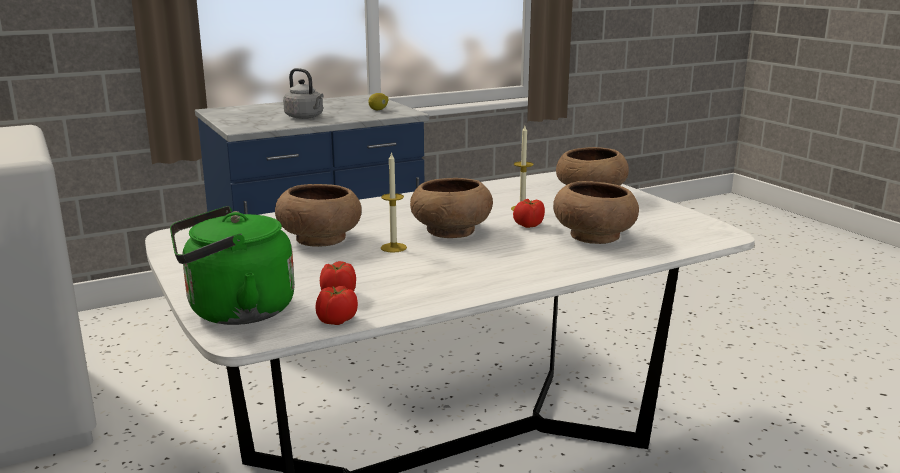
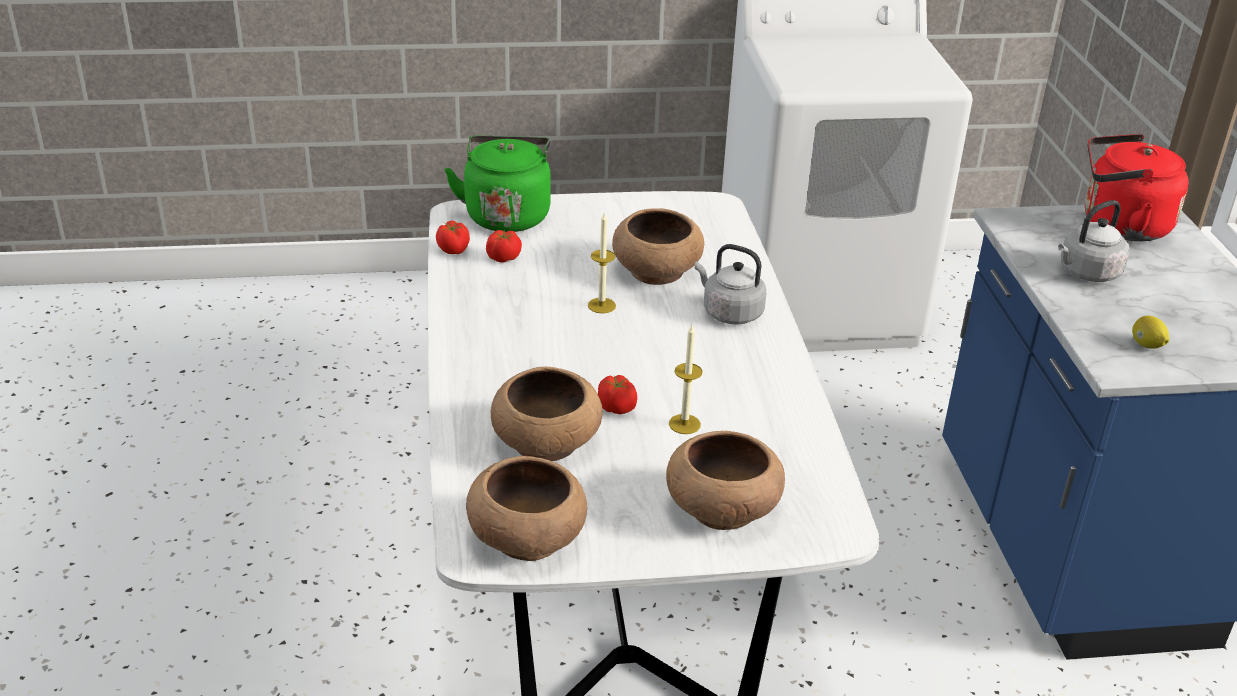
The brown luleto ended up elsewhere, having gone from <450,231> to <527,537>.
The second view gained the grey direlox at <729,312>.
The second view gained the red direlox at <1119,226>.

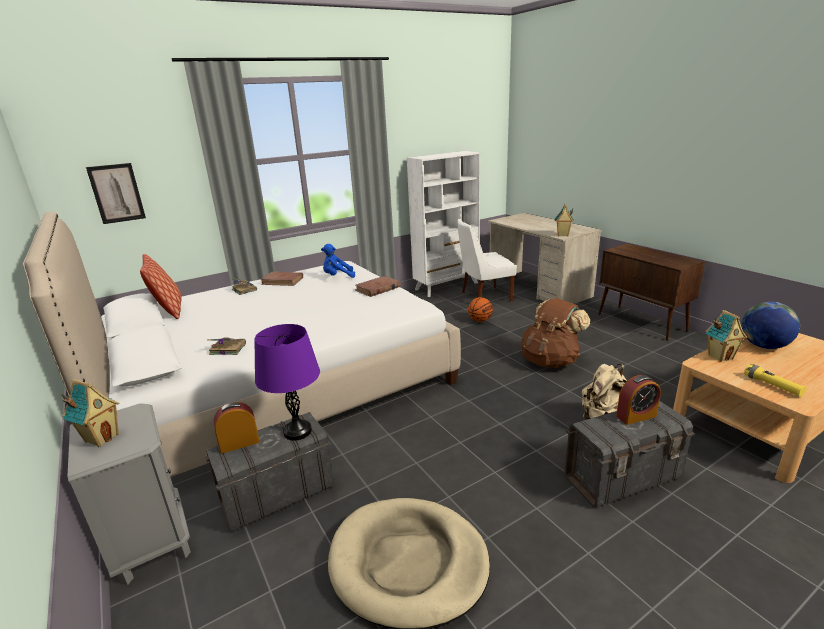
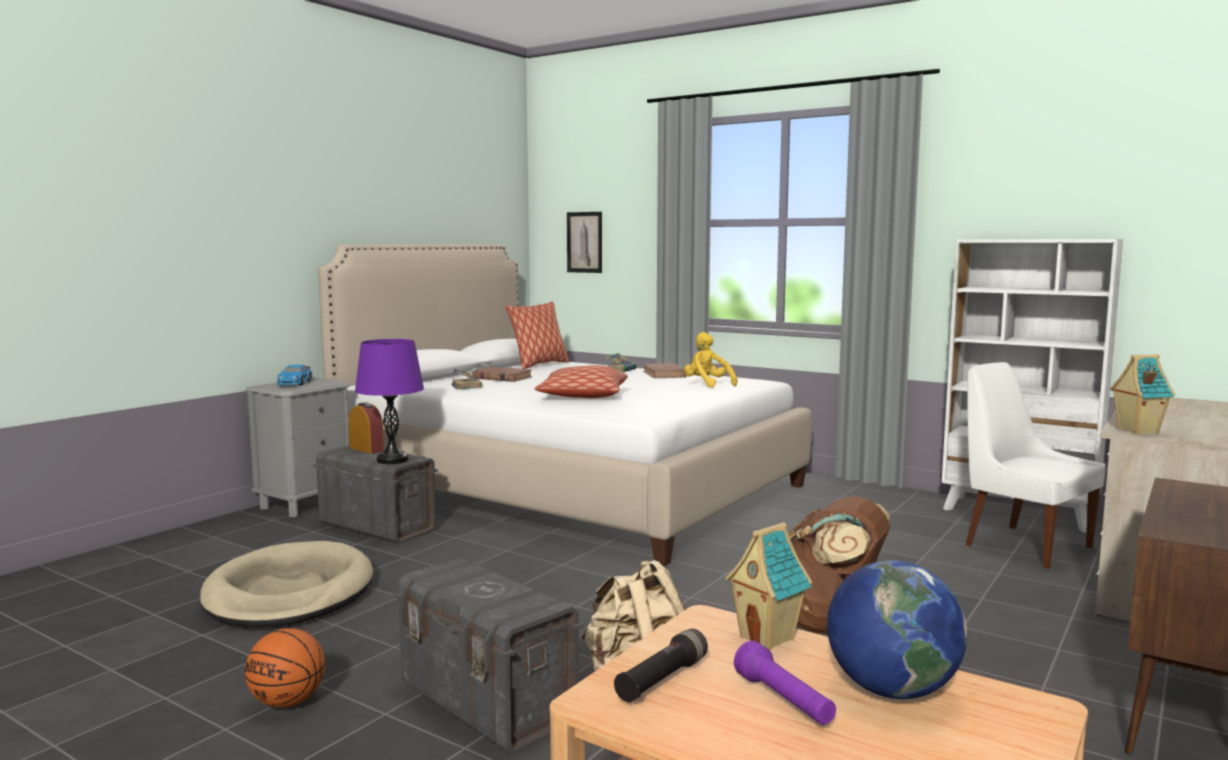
Where the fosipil stood at <102,437>, the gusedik came to stand at <294,383>.
What was the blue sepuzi at <338,277> turned into the yellow sepuzi at <707,385>.
The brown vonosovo ended up elsewhere, having gone from <378,288> to <501,378>.
The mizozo ended up elsewhere, having gone from <480,320> to <288,702>.
The second view lost the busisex at <636,416>.
What was the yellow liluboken at <772,386> turned into the black liluboken at <662,680>.
The second view gained the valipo at <582,396>.
The second view gained the purple liluboken at <784,701>.

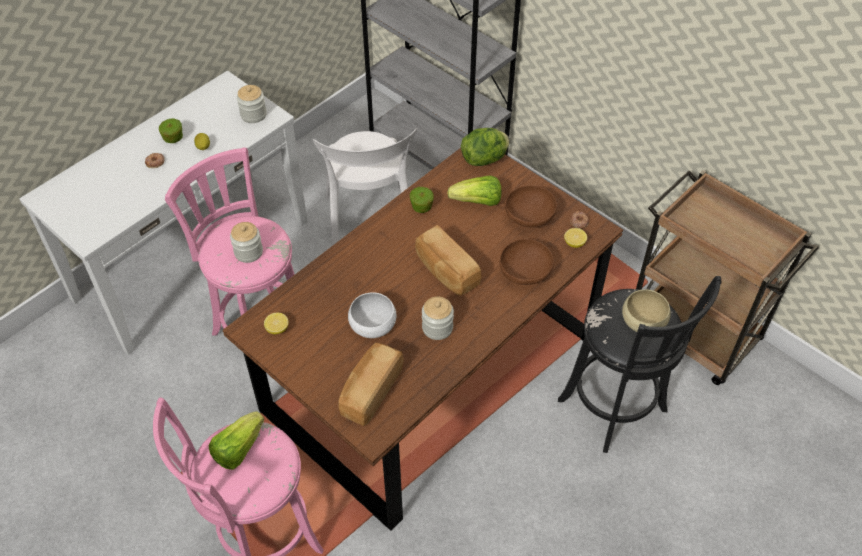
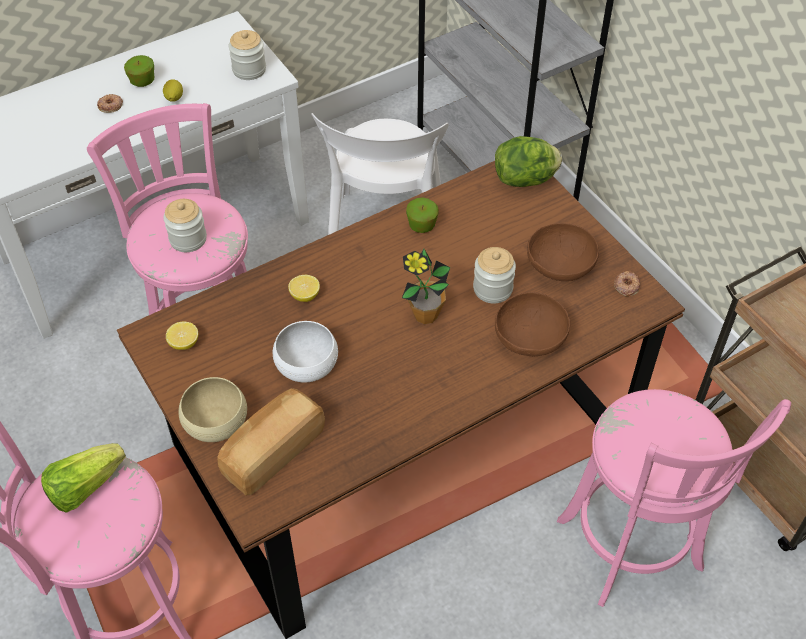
Where the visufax stood at <446,271>, the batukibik came to stand at <425,315>.
The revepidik ended up elsewhere, having gone from <437,328> to <492,289>.
The second view lost the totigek at <477,202>.
What was the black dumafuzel at <616,410> turned into the pink dumafuzel at <633,551>.
The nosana ended up elsewhere, having gone from <574,243> to <305,295>.
The beige luleto ended up elsewhere, having gone from <643,320> to <215,421>.

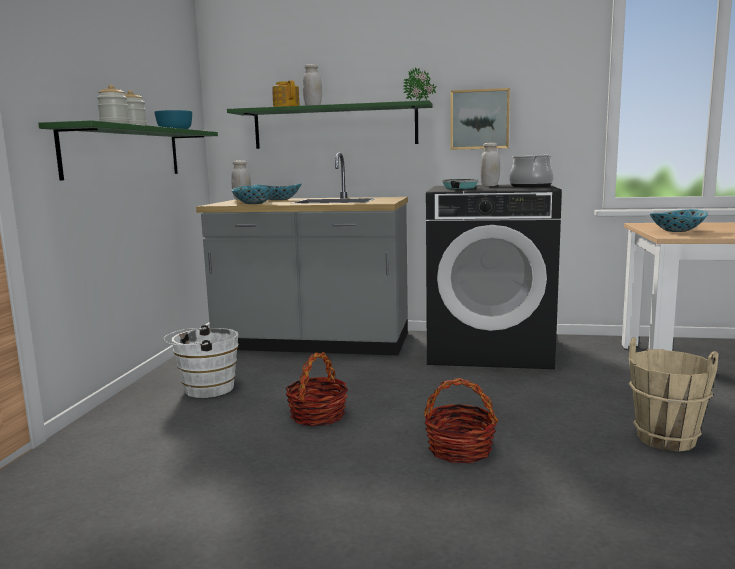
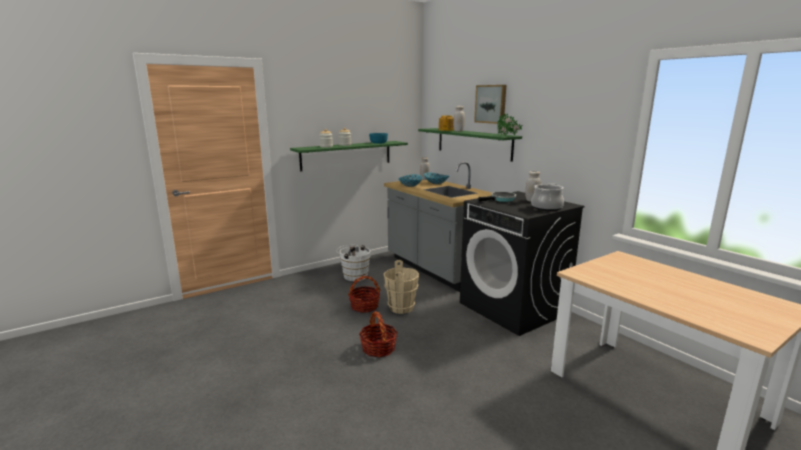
The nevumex ended up elsewhere, having gone from <479,119> to <491,104>.
The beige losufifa ended up elsewhere, having gone from <666,439> to <401,308>.
The second view lost the luleto at <676,230>.

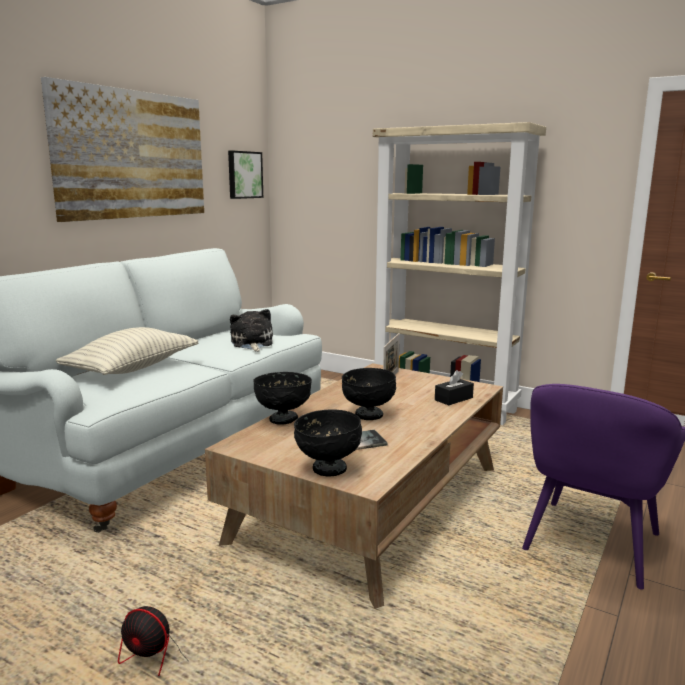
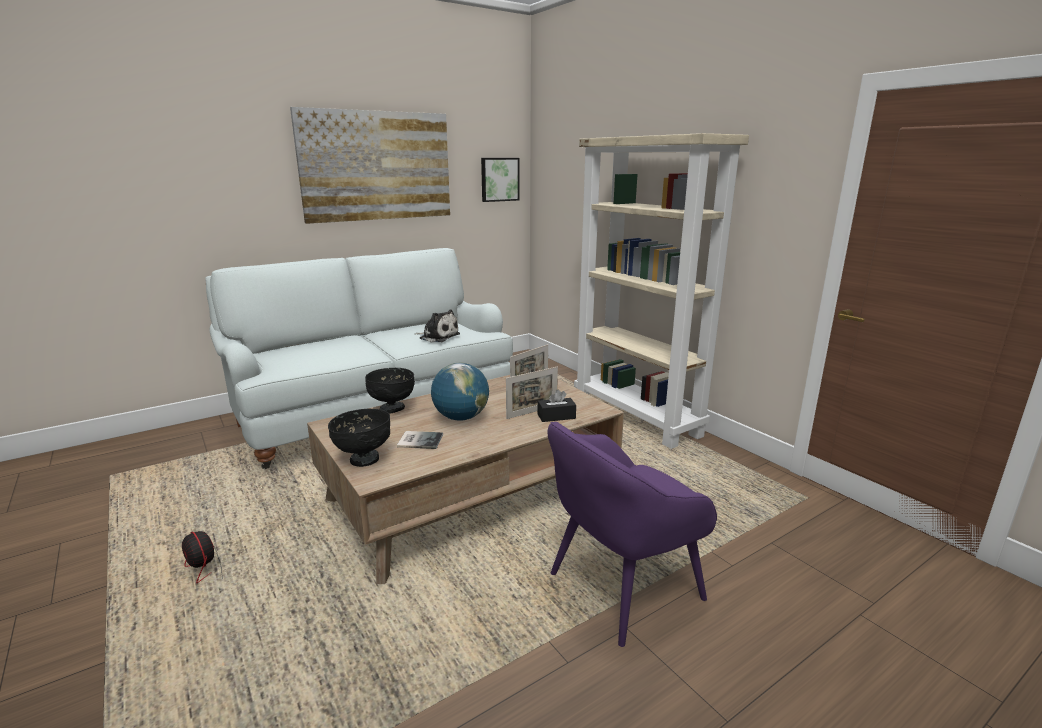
The second view lost the valipo at <132,368>.
The sepuzi at <252,343> ended up facing another way, 105 degrees clockwise from before.
Where the black luleto stood at <368,415>, the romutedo came to stand at <461,418>.
The second view gained the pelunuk at <532,412>.

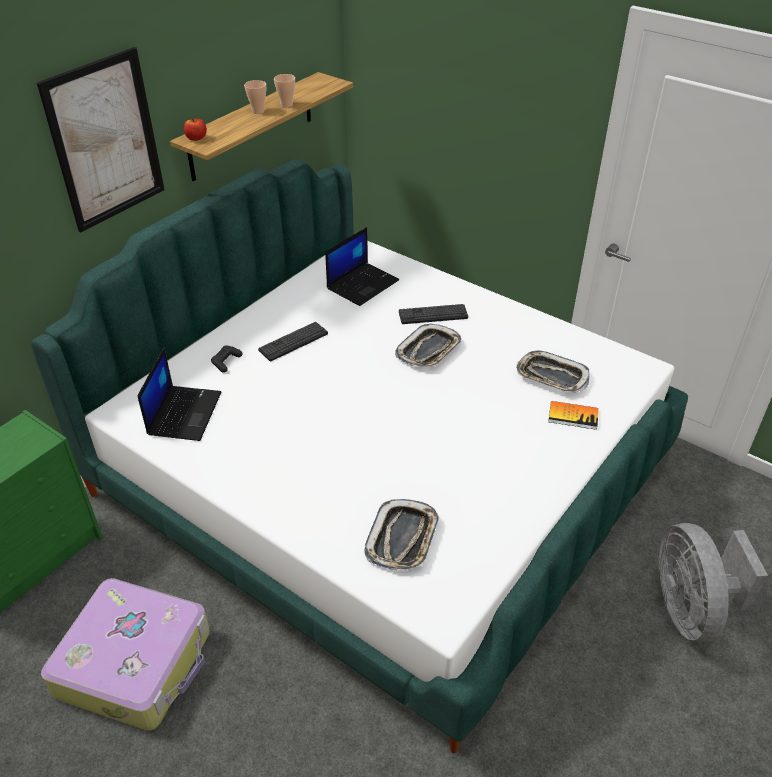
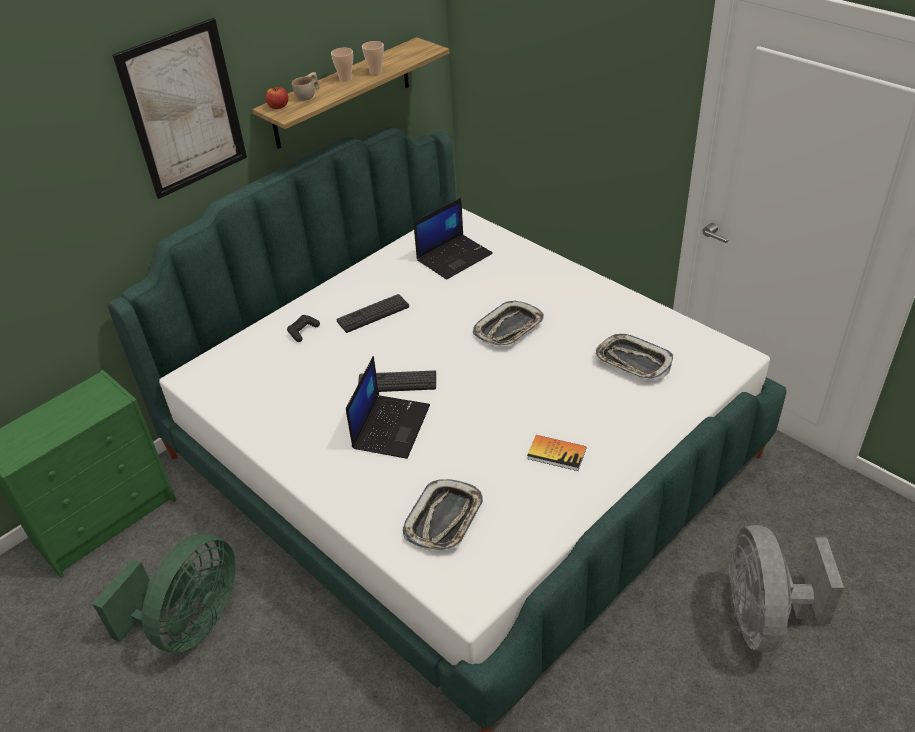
Where the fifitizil stood at <136,662>, the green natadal came to stand at <190,623>.
The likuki ended up elsewhere, having gone from <184,413> to <391,426>.
The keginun ended up elsewhere, having gone from <433,315> to <397,382>.
The vonosovo ended up elsewhere, having gone from <573,416> to <556,453>.
The second view gained the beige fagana at <309,95>.

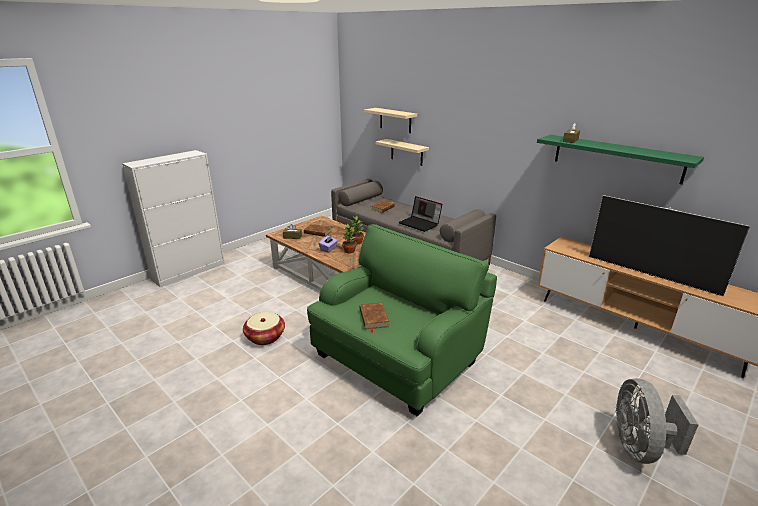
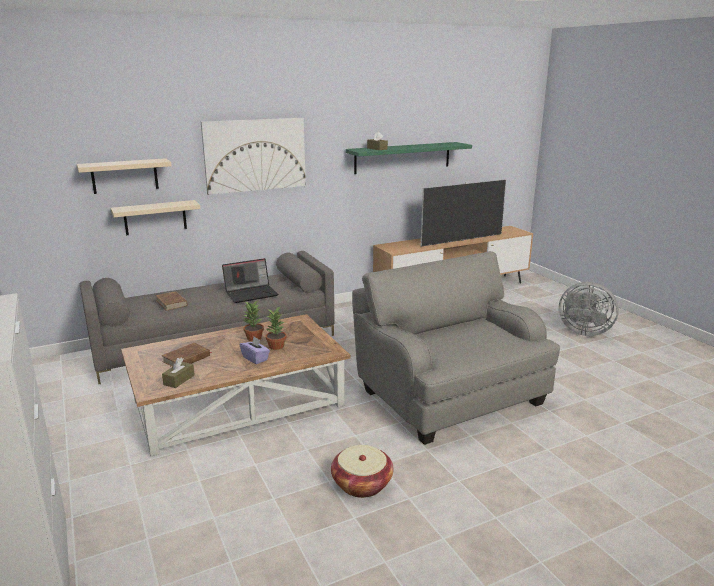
What was the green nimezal at <398,356> turned into the grey nimezal at <449,394>.
The second view lost the brown vonosovo at <373,318>.
The second view gained the nevumex at <255,155>.

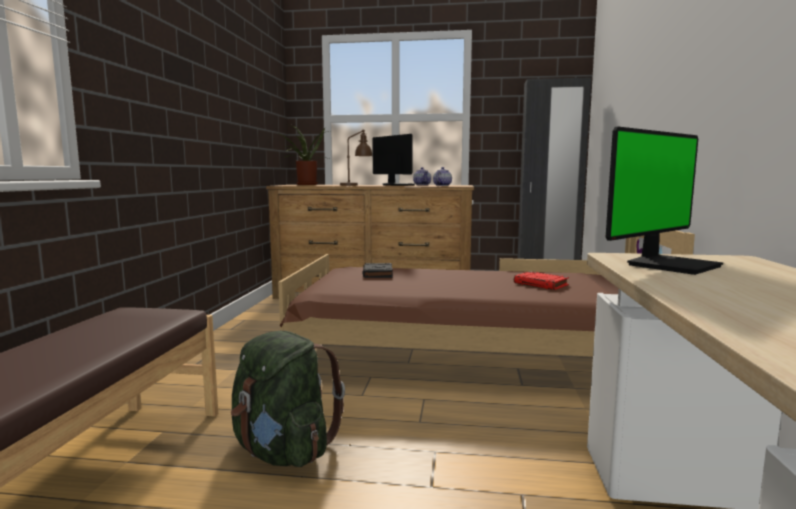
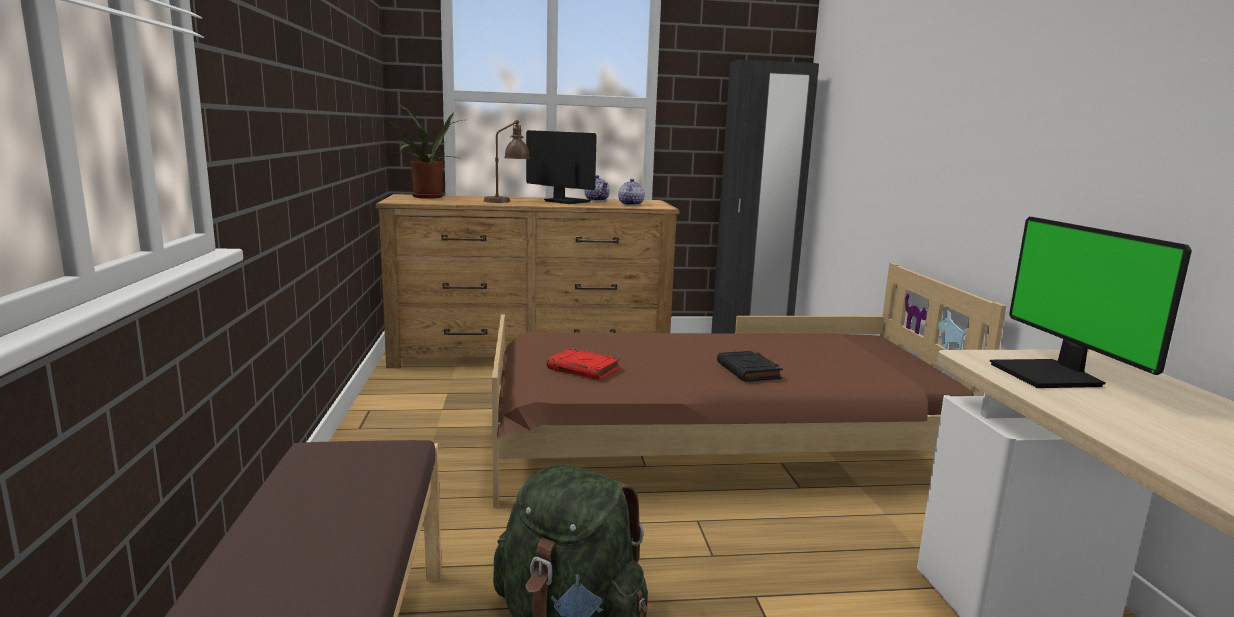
The black vonosovo ended up elsewhere, having gone from <378,274> to <749,371>.
The red vonosovo ended up elsewhere, having gone from <541,284> to <584,369>.
The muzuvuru at <670,265> ended up facing another way, 135 degrees clockwise from before.

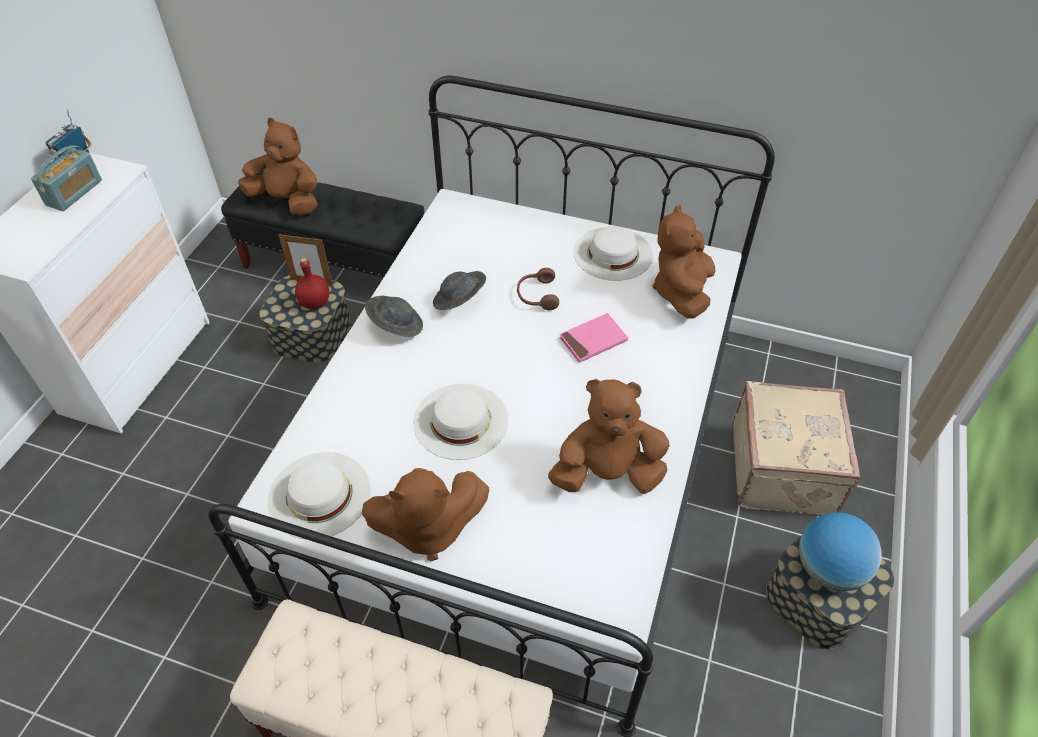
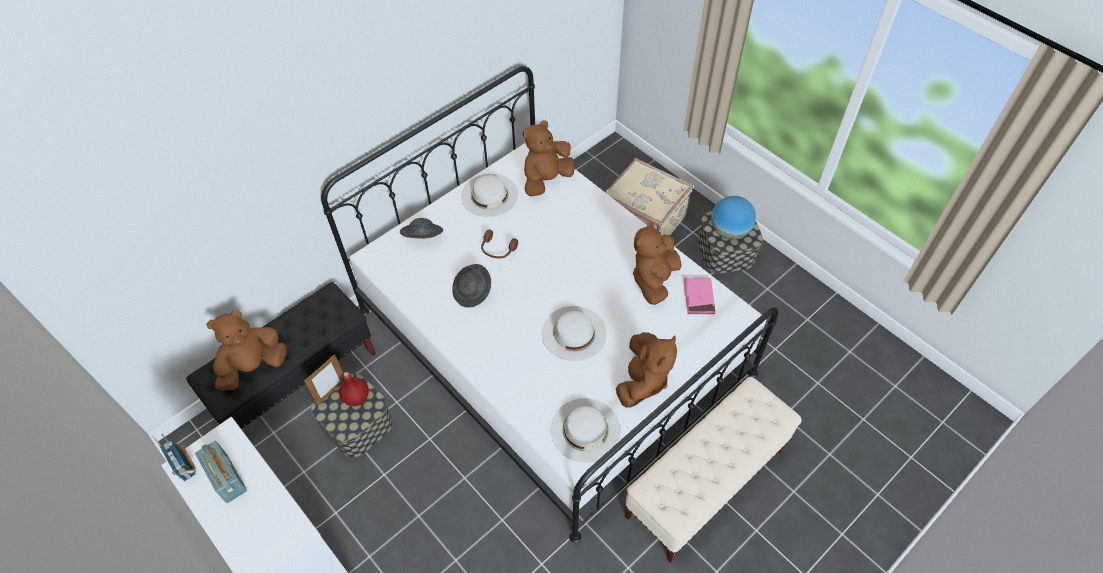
The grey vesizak ended up elsewhere, having gone from <395,326> to <422,237>.
The pink vonosovo ended up elsewhere, having gone from <593,340> to <699,297>.
The brown sepuzi at <682,292> ended up facing another way, 90 degrees clockwise from before.

